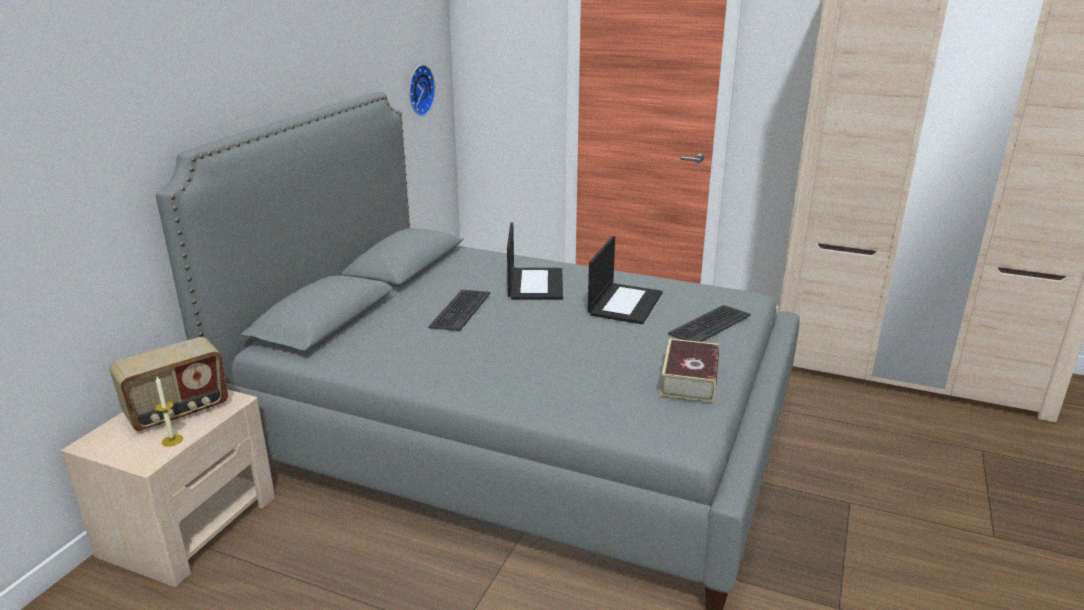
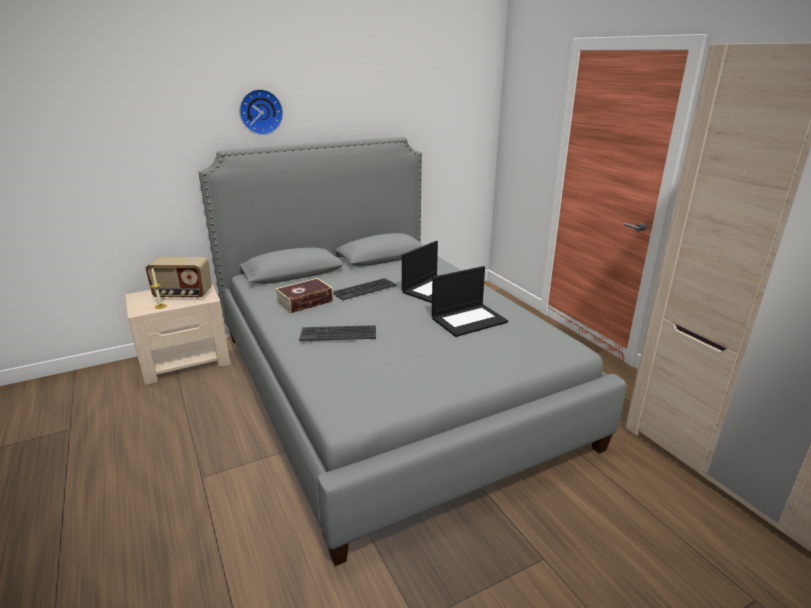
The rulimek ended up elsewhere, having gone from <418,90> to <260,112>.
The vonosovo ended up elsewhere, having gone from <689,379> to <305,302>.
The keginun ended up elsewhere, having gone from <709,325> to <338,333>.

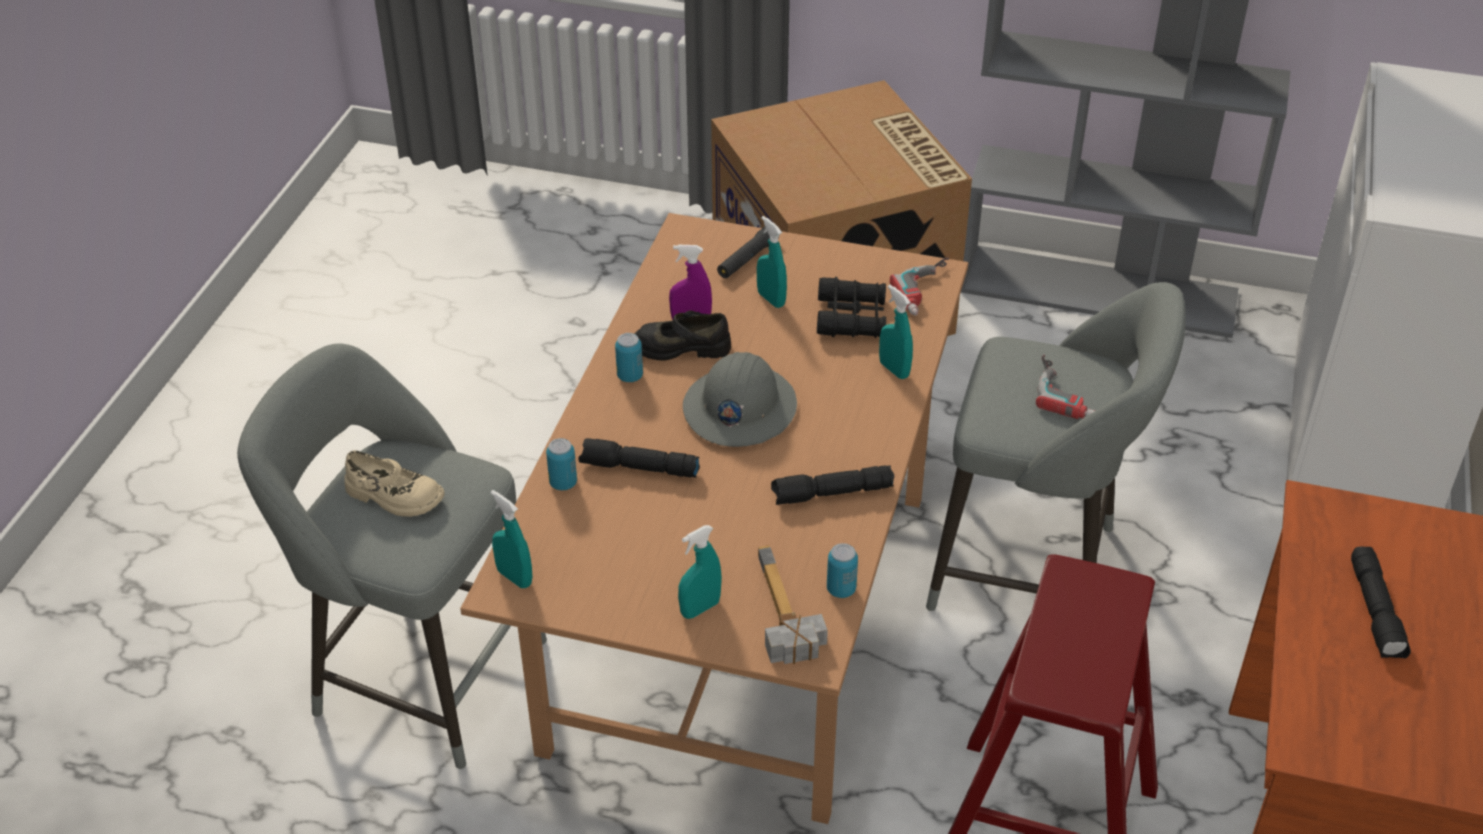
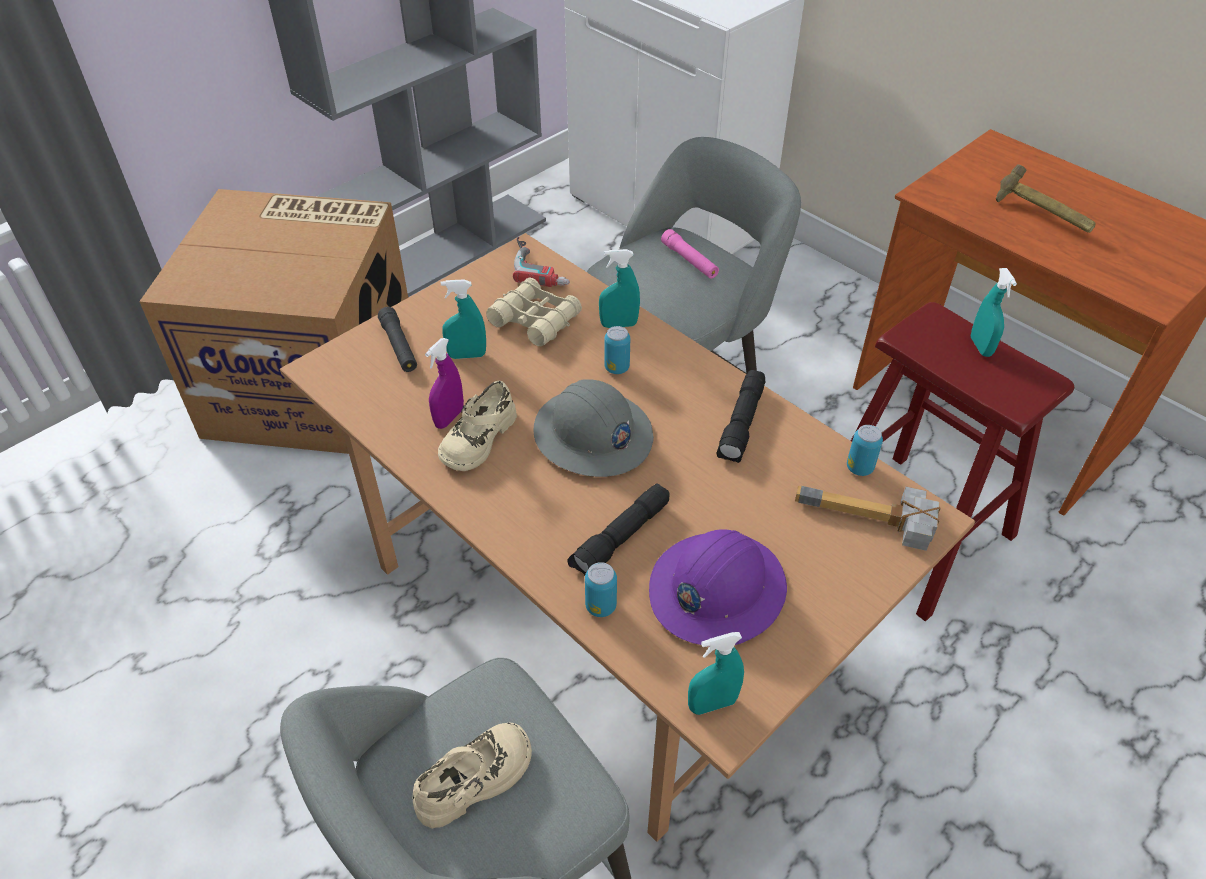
The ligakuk ended up elsewhere, having gone from <630,376> to <617,368>.
What was the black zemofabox at <681,347> turned into the beige zemofabox at <477,438>.
The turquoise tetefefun ended up elsewhere, having gone from <700,608> to <980,347>.
What was the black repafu at <851,318> turned into the beige repafu at <535,320>.
Where the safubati stood at <1068,393>, the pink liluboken came to stand at <689,261>.
Where the black liluboken stood at <1376,612>, the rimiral came to stand at <1040,217>.
The second view gained the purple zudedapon at <716,590>.

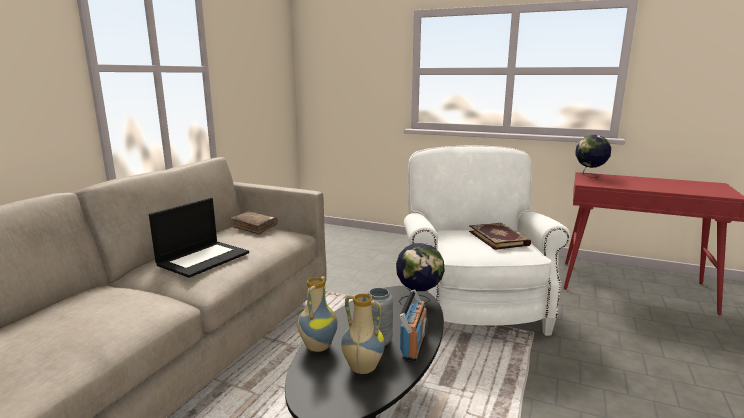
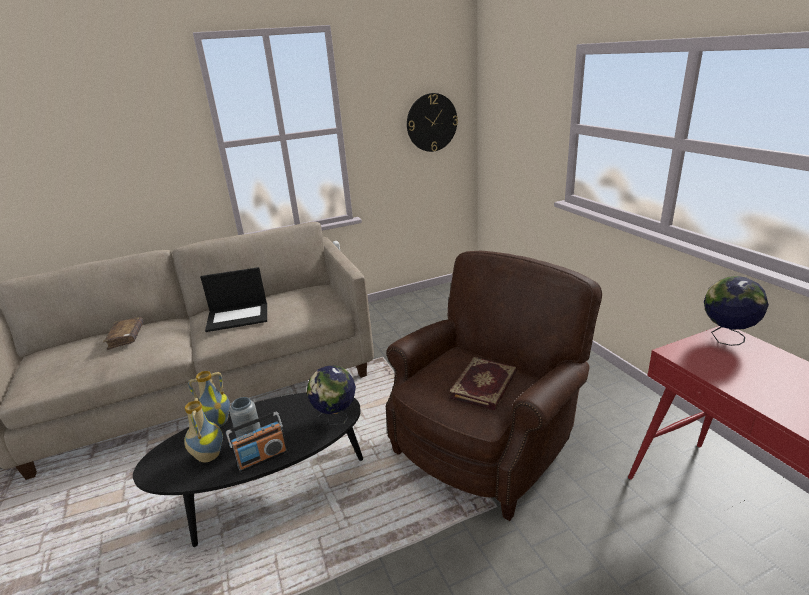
The brown vonosovo ended up elsewhere, having gone from <254,227> to <126,337>.
What was the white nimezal at <472,304> turned into the brown nimezal at <488,441>.
The second view gained the rulimek at <431,122>.

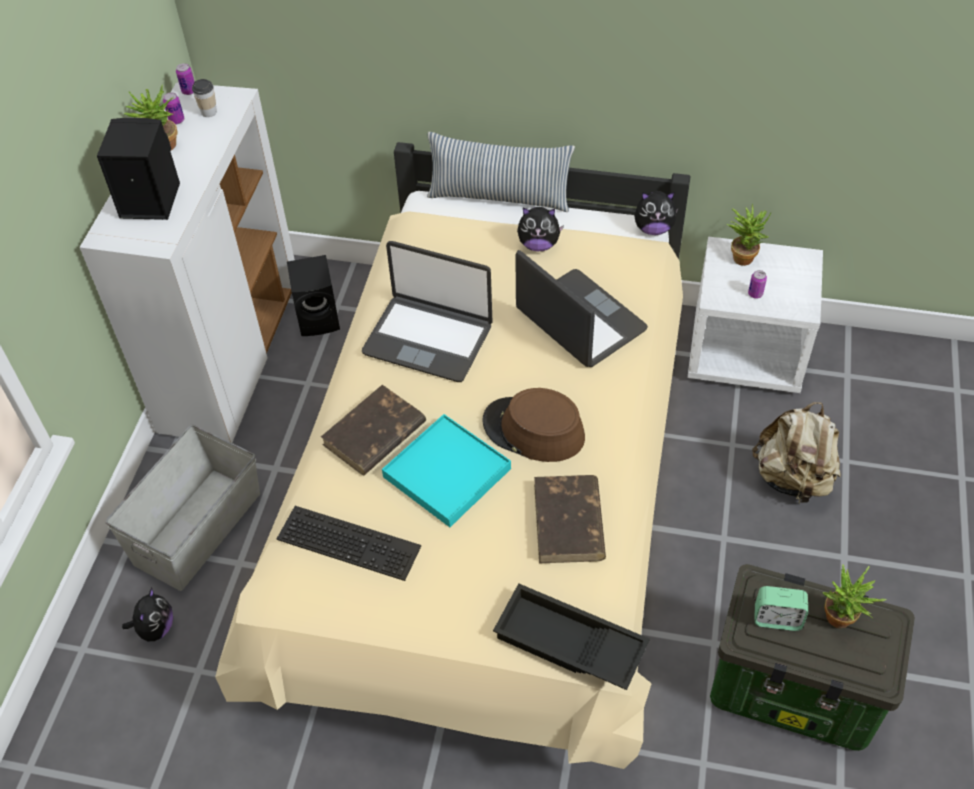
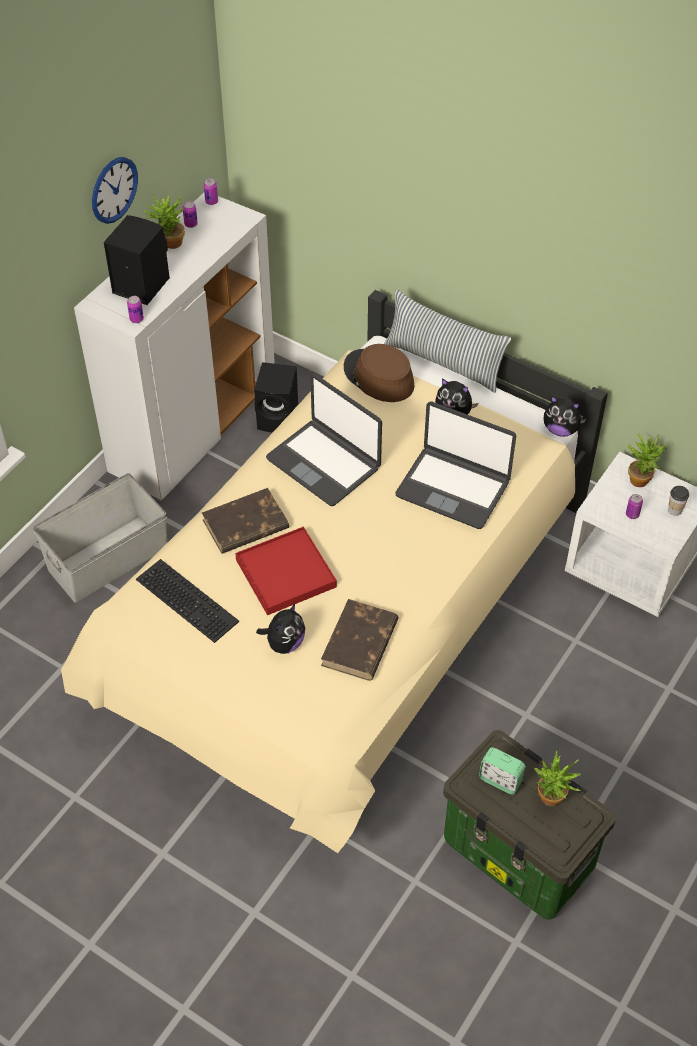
The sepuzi ended up elsewhere, having gone from <155,628> to <284,643>.
The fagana ended up elsewhere, having gone from <209,112> to <675,510>.
What was the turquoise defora at <447,472> turned into the red defora at <286,573>.
The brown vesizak ended up elsewhere, having gone from <533,430> to <378,377>.
The second view lost the black defora at <568,645>.
The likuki at <579,321> ended up facing another way, 135 degrees clockwise from before.
The second view lost the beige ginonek at <792,478>.
The second view gained the rulimek at <114,190>.
The second view gained the ligakuk at <136,319>.

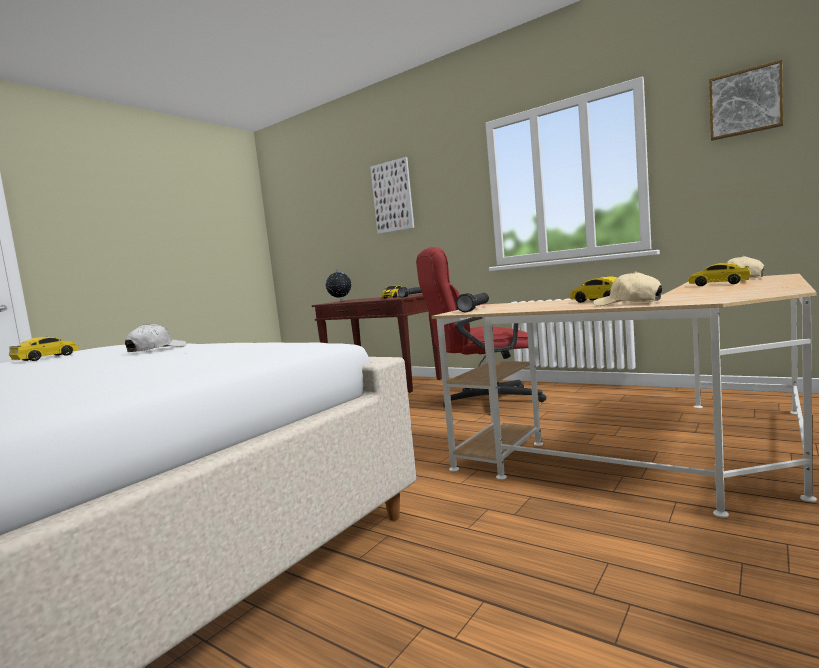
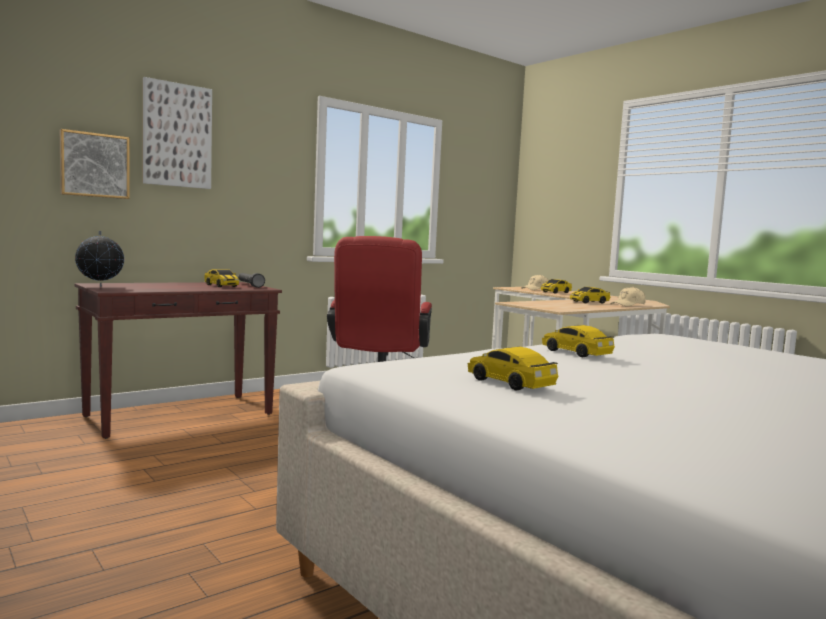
Where the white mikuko stood at <156,349>, the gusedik came to stand at <576,353>.
The second view lost the black liluboken at <475,309>.
The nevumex ended up elsewhere, having gone from <745,102> to <94,165>.

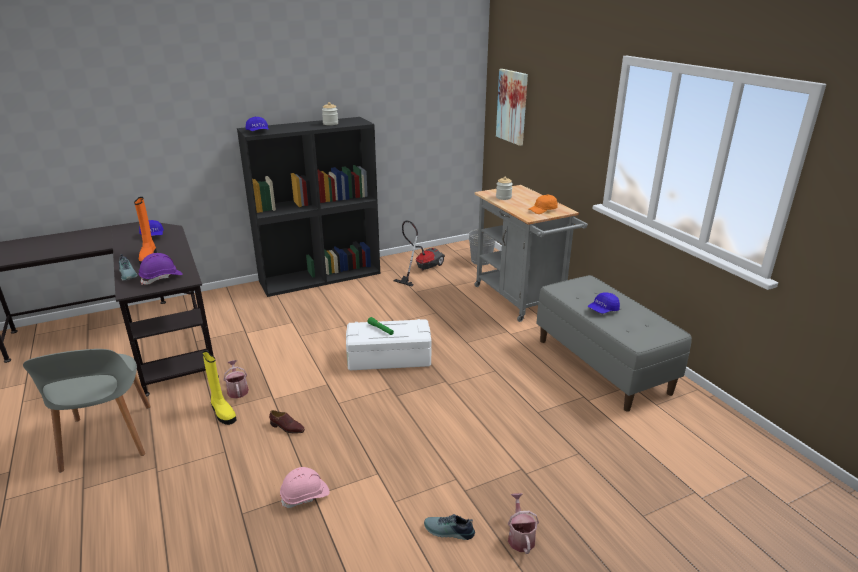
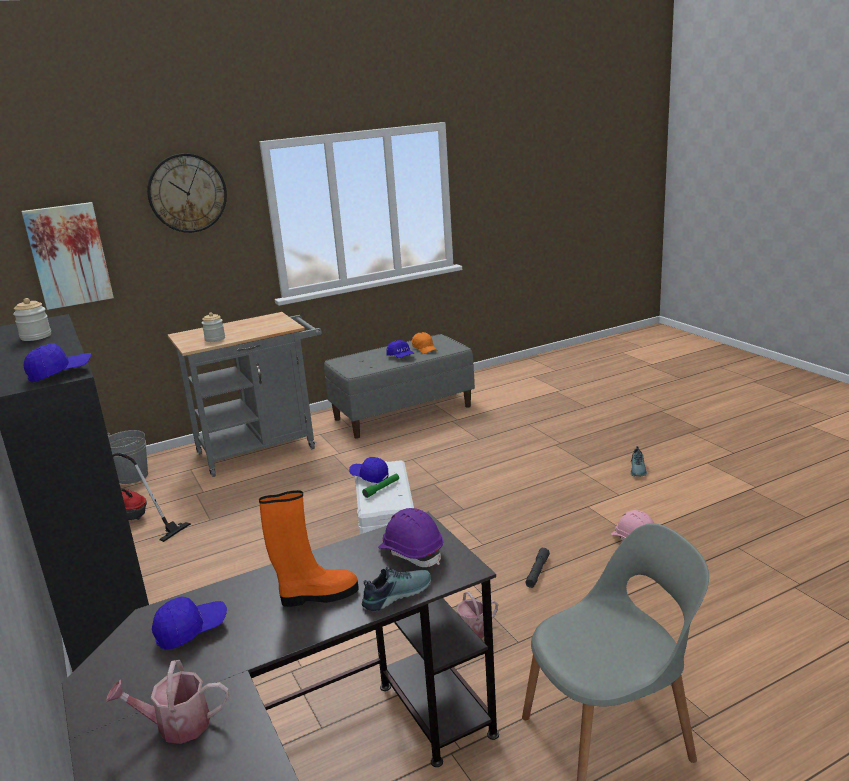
The second view lost the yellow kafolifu at <222,412>.
Where the brown zemofabox stood at <287,428>, the grey liluboken came to stand at <537,572>.
The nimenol ended up elsewhere, having gone from <520,536> to <176,725>.
The orange mikuko ended up elsewhere, having gone from <543,210> to <424,349>.
The second view gained the rulimek at <187,193>.
The second view gained the blue mikuko at <369,476>.

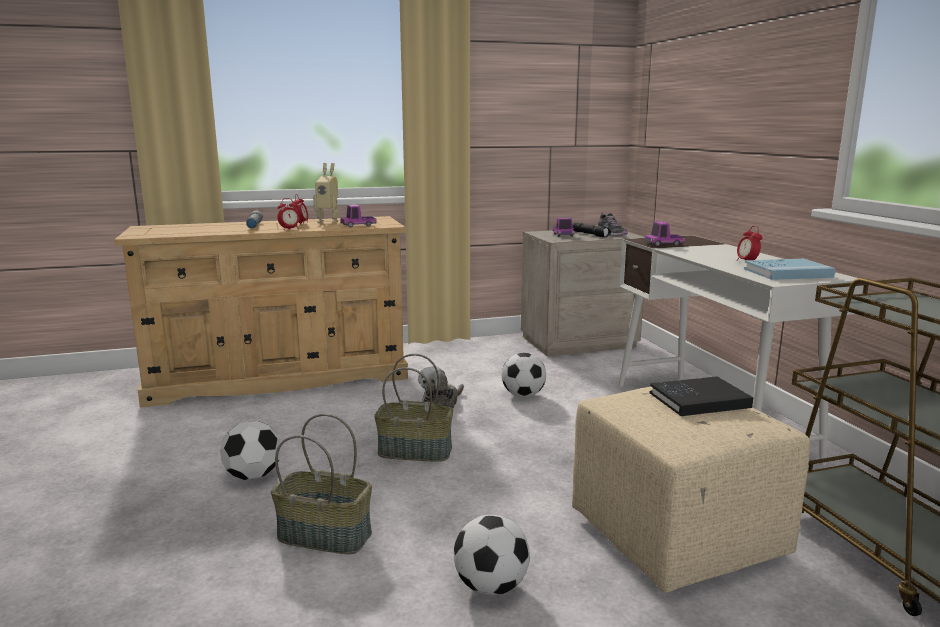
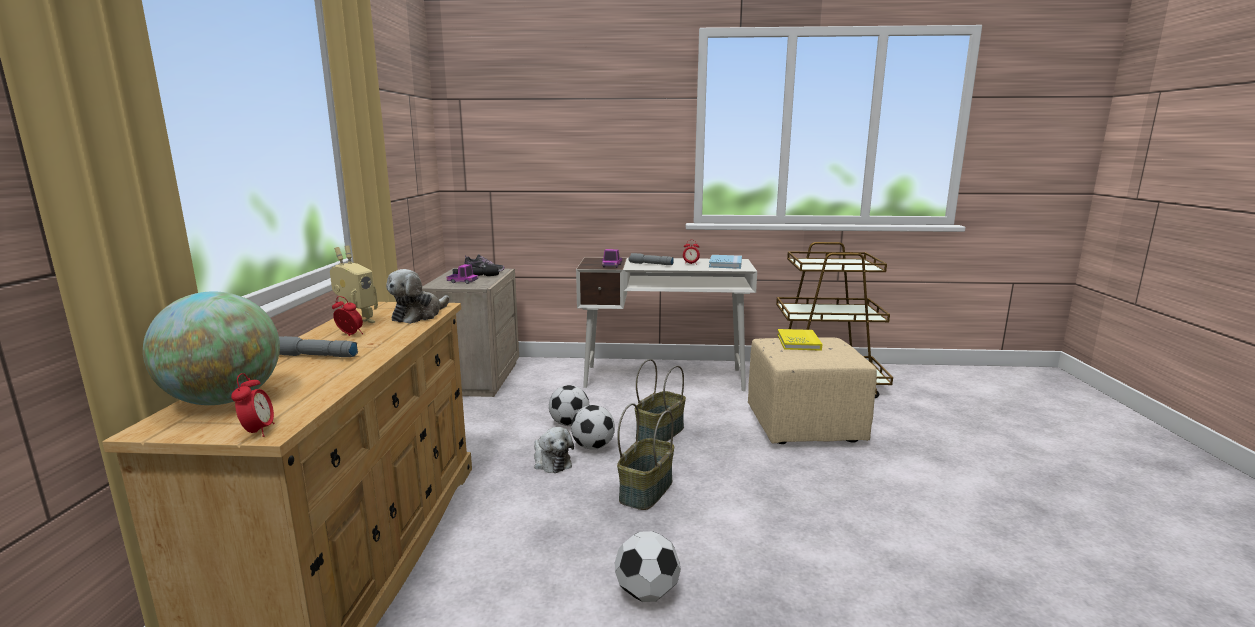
The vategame ended up elsewhere, having gone from <326,535> to <659,433>.
The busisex ended up elsewhere, having gone from <289,229> to <258,431>.
Where the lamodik stood at <358,225>, the sepuzi came to stand at <419,315>.
The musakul ended up elsewhere, having gone from <491,586> to <593,447>.
What was the black vonosovo at <699,400> turned into the yellow vonosovo at <798,342>.
The second view gained the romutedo at <224,400>.
The second view gained the grey liluboken at <650,264>.

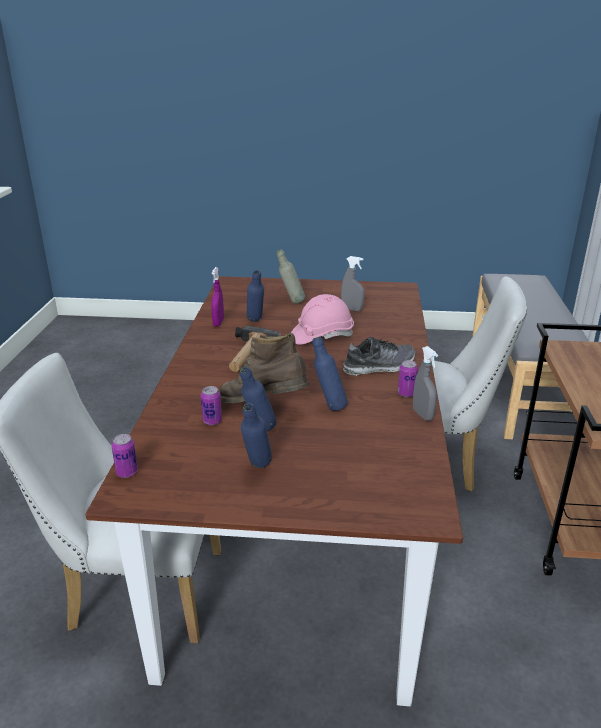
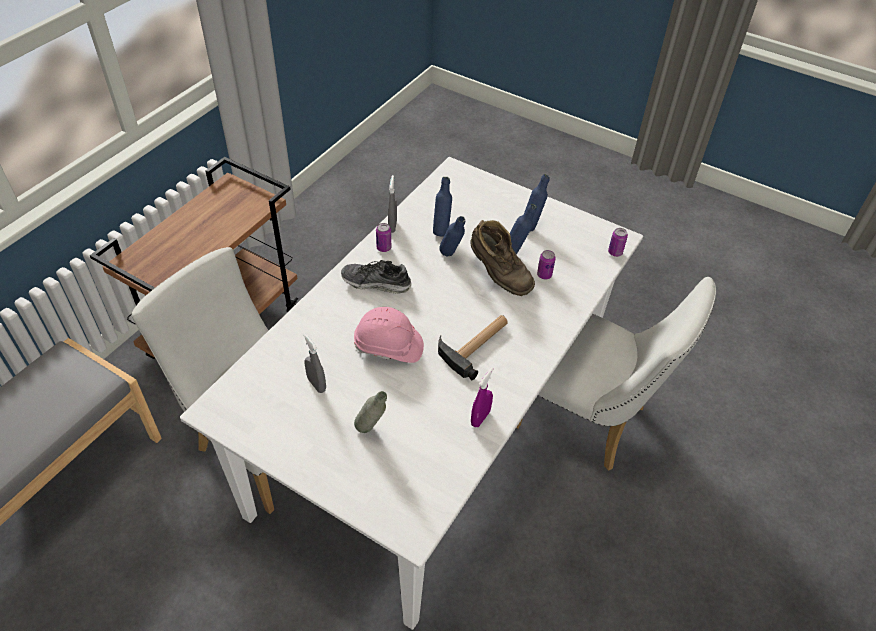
What was the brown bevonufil at <301,523> turned into the white bevonufil at <432,426>.
The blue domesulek ended up elsewhere, having gone from <256,322> to <441,230>.

